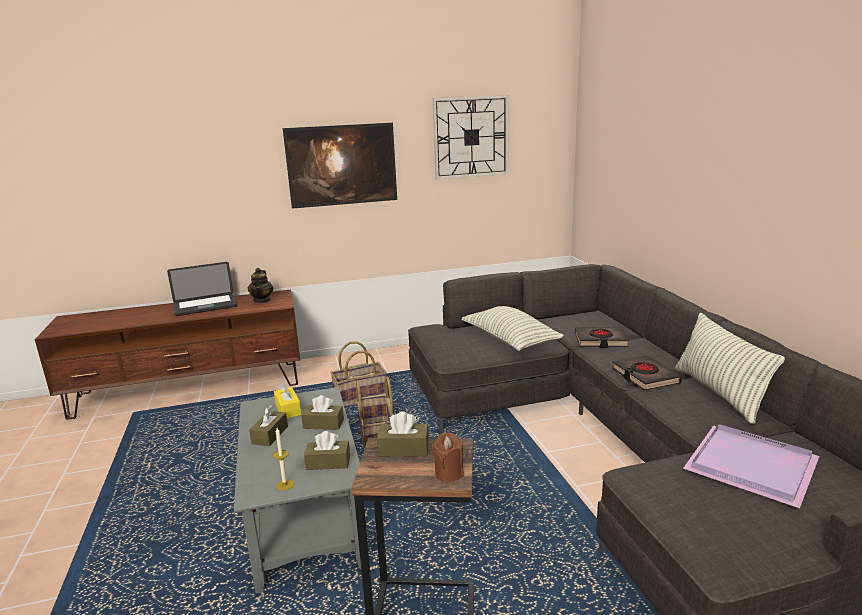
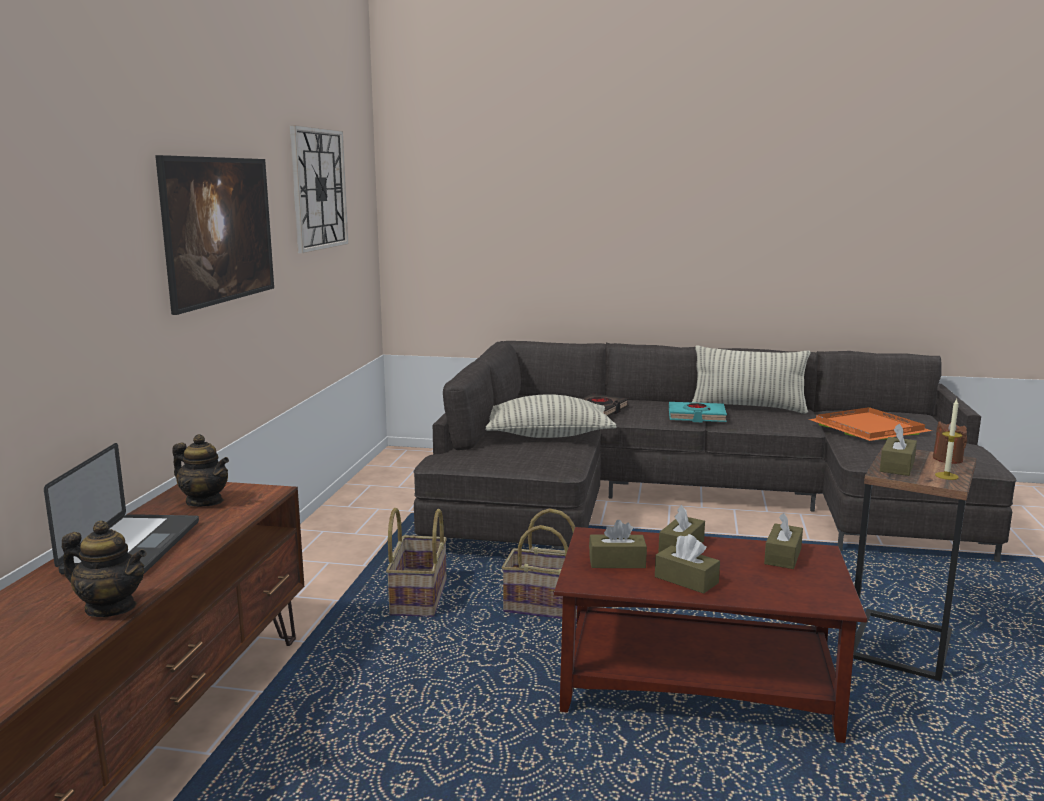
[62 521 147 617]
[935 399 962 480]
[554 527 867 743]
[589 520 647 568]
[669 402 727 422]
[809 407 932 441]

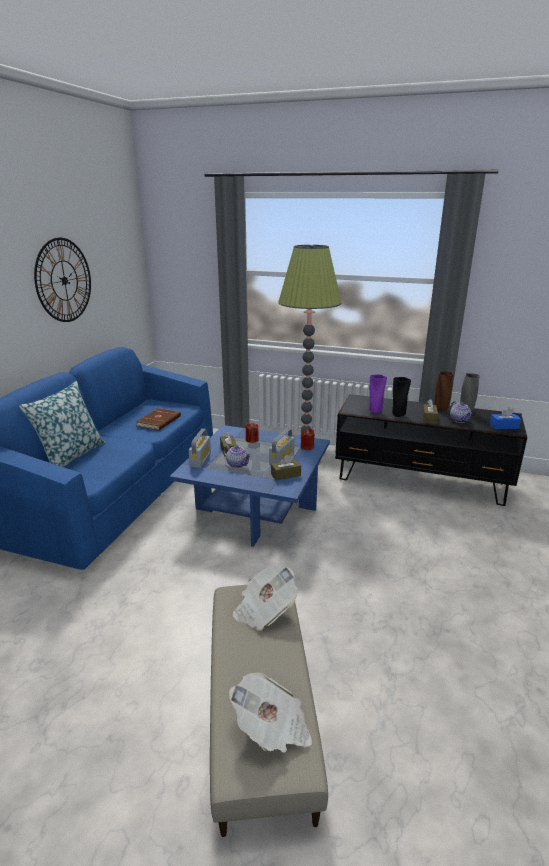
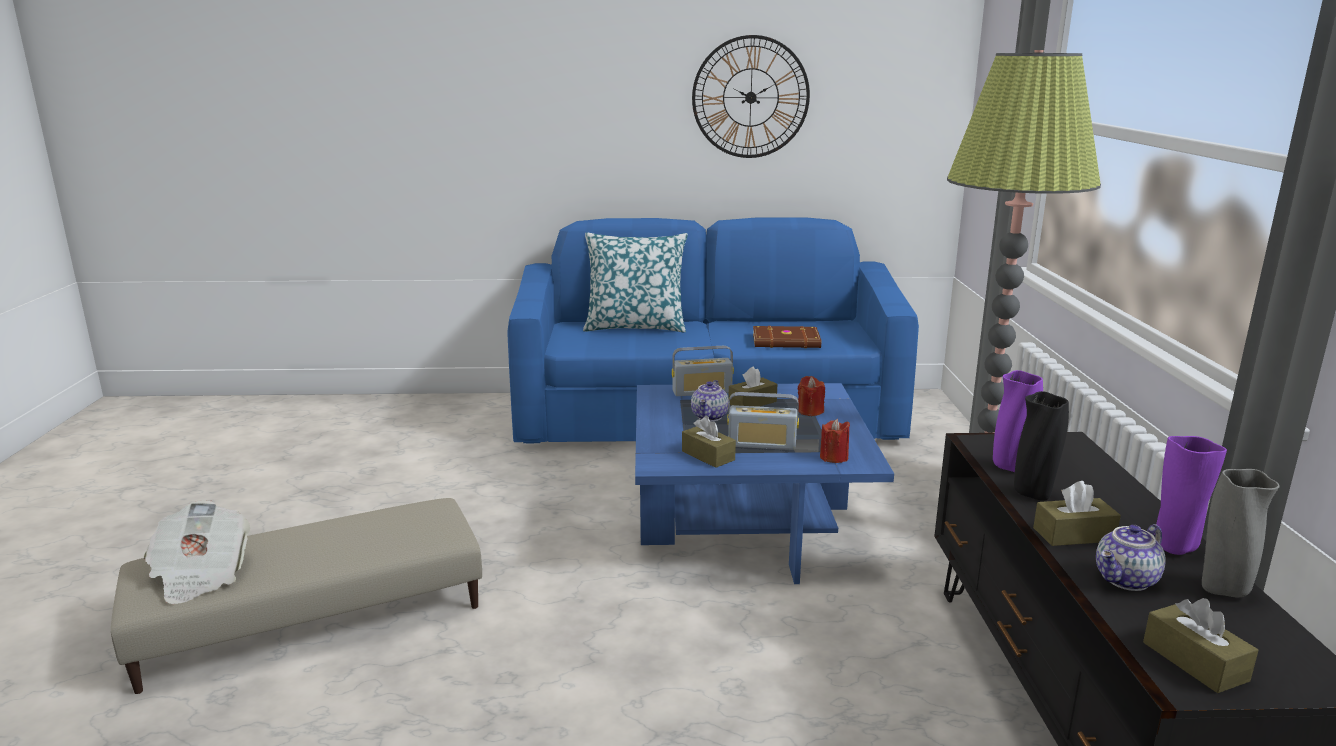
[233 565 298 631] (first image)
[1156 436 1227 555]
[1143 598 1259 693]

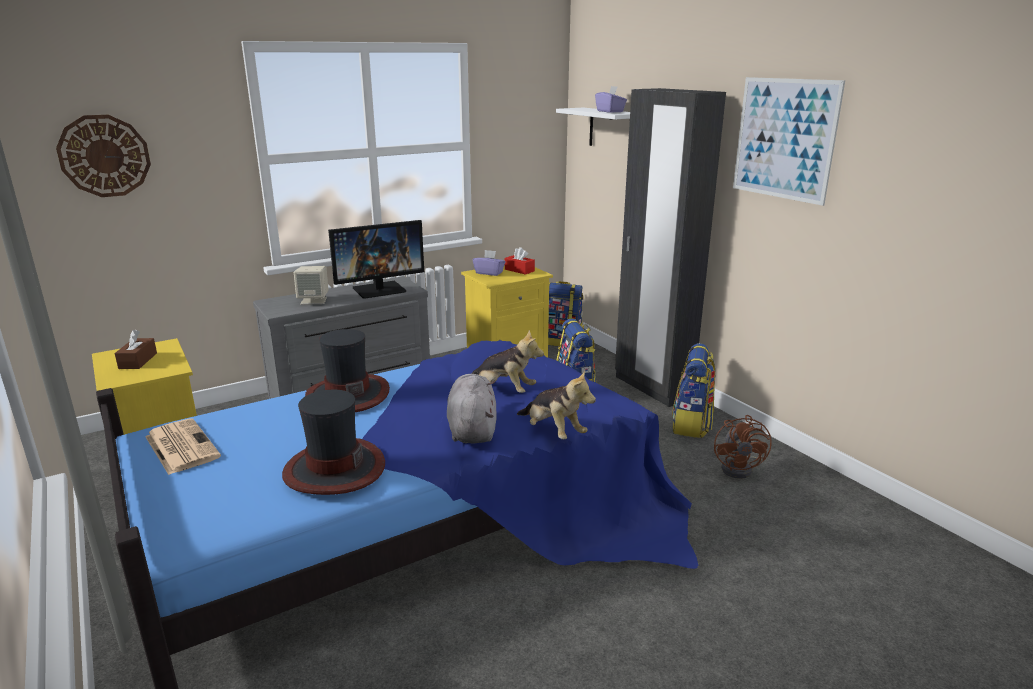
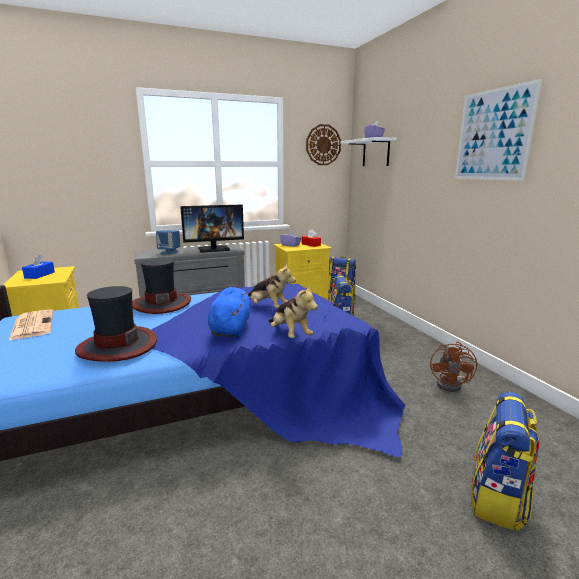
[615 88 726 407] (first image)
[306 124 341 165]
[471 392 539 531]
[22 254 55 279]
[156 230 180 254]
[208 287 251 337]

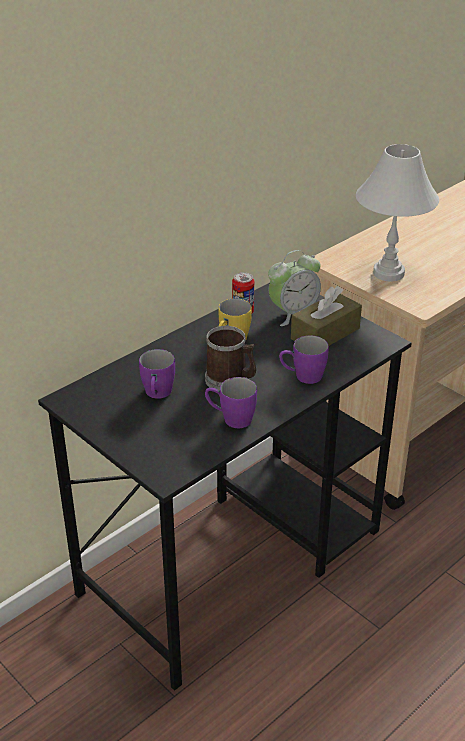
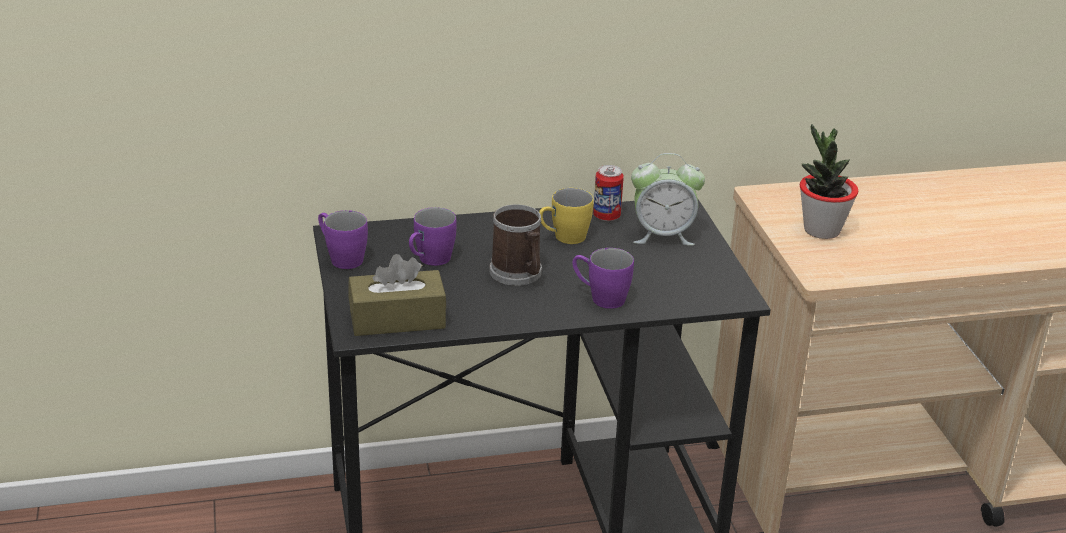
[318 210 368 269]
[348 254 446 336]
[800 124 859 239]

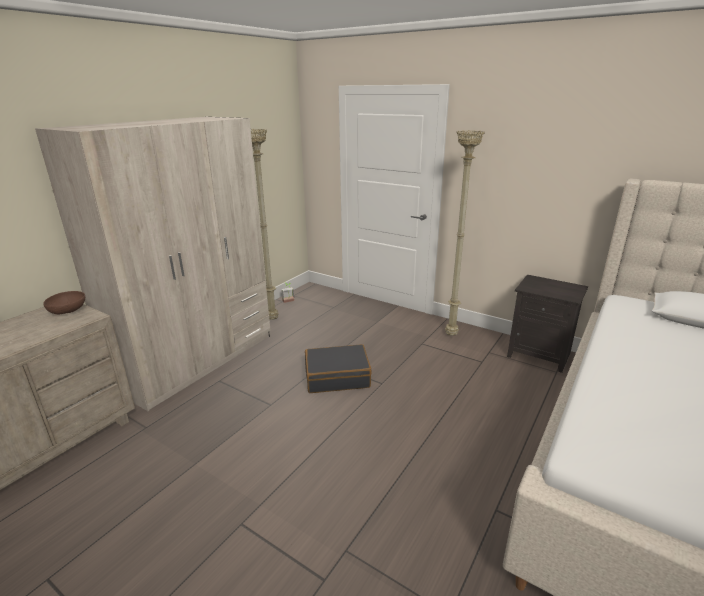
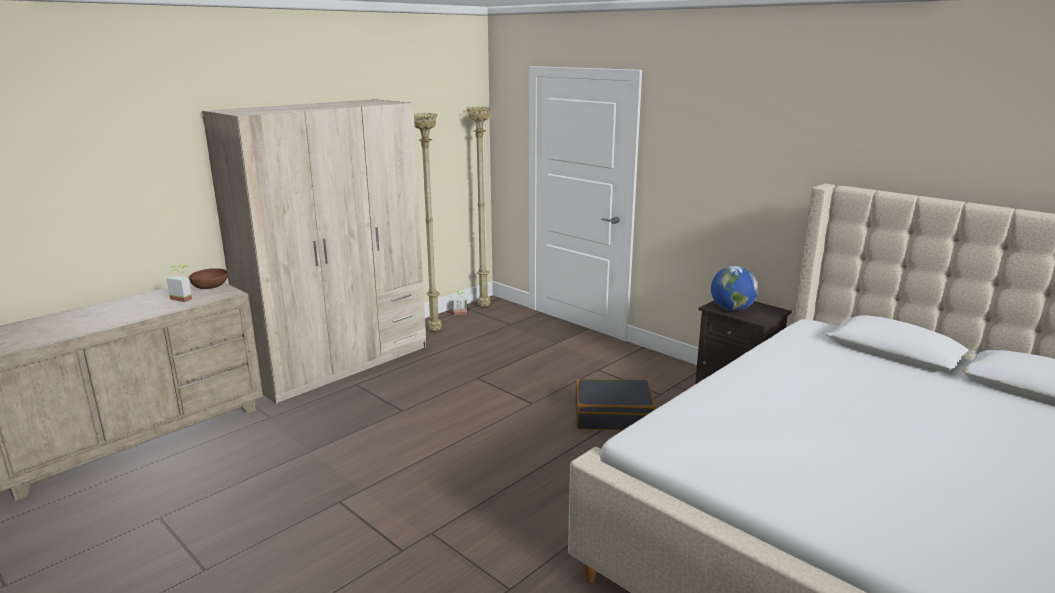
[166 265 192 302]
[711 266 758 311]
[575 379 656 430]
[467 106 491 307]

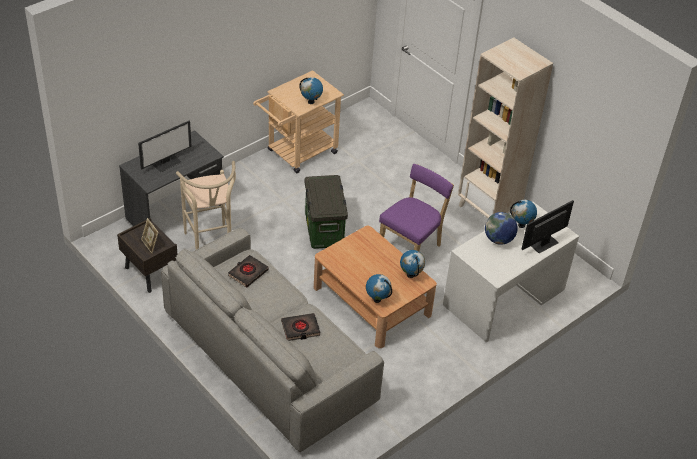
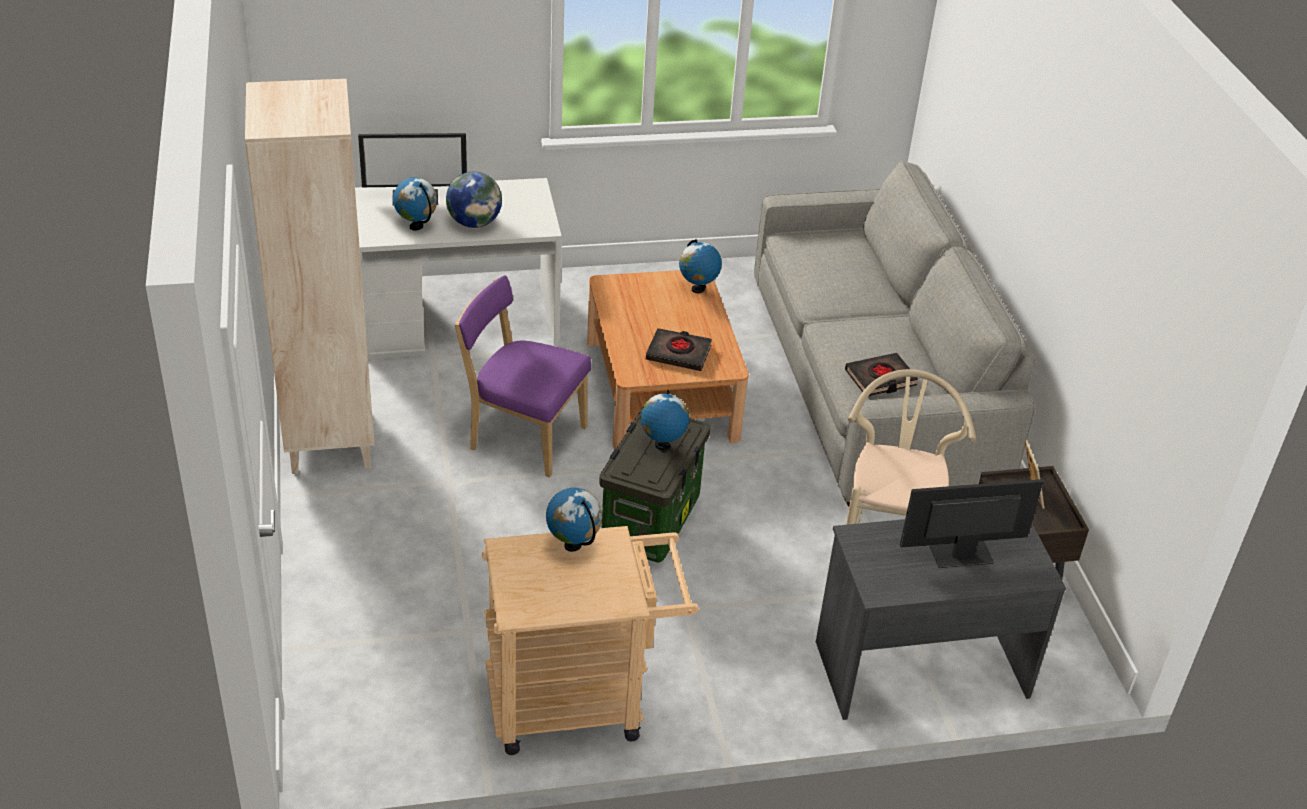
[646 328 712 371]
[641 390 689 450]
[455 275 591 478]

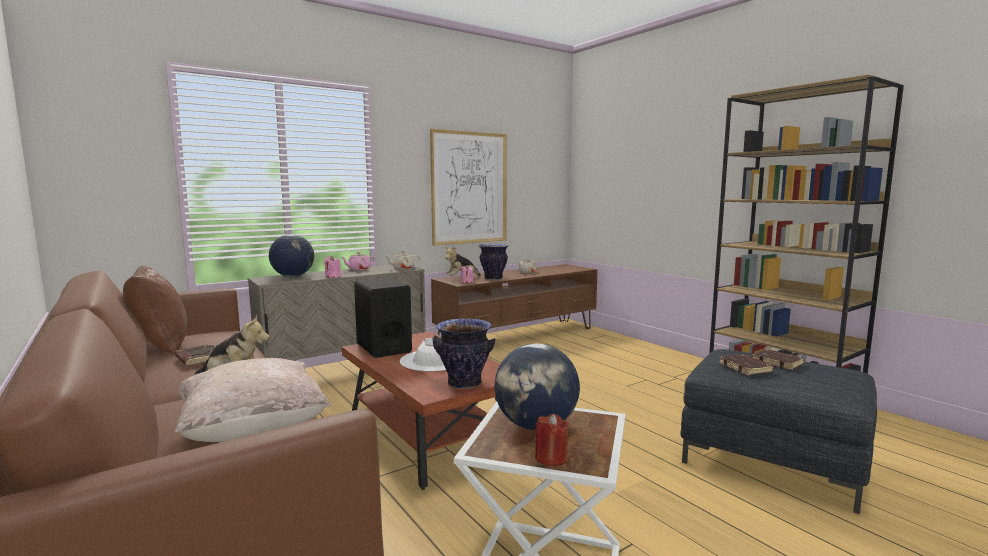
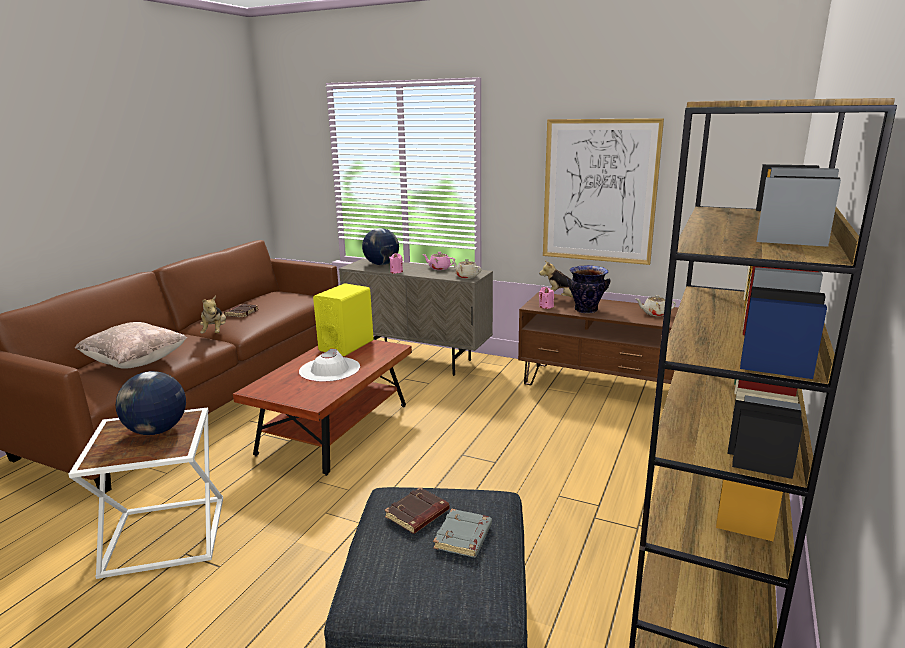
[123 266 187 354] (first image)
[433 318 496 389] (first image)
[535 414 569 466] (first image)
[313 283 374 356]
[433 509 492 557]

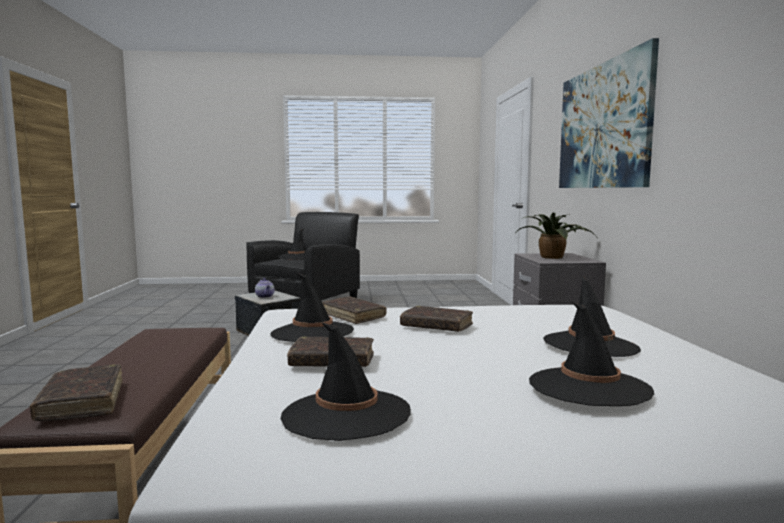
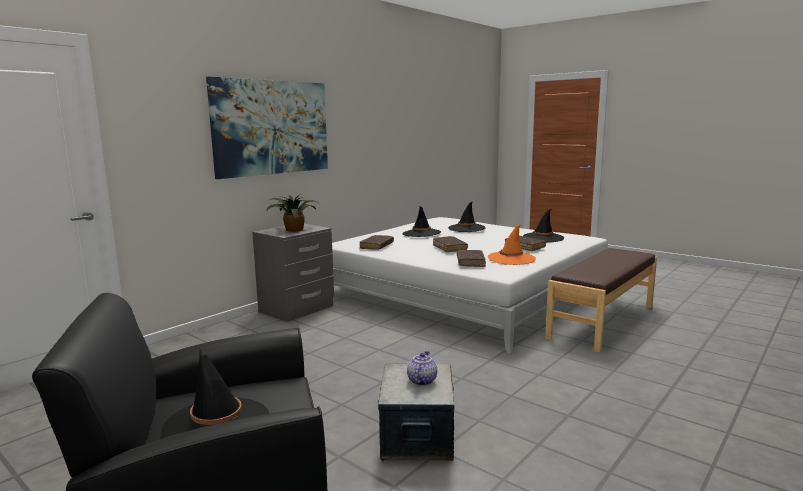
[359 235 394 250]
[488 224 536 265]

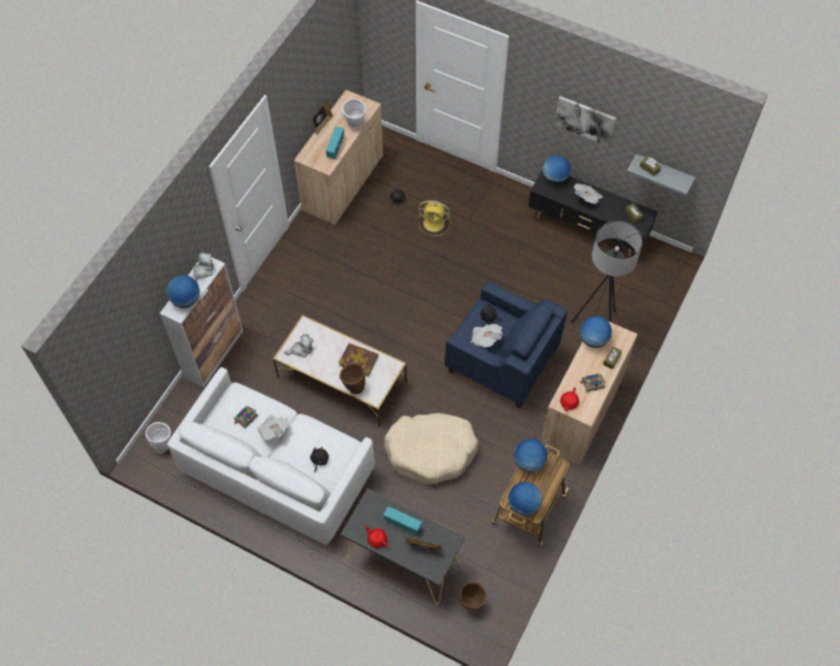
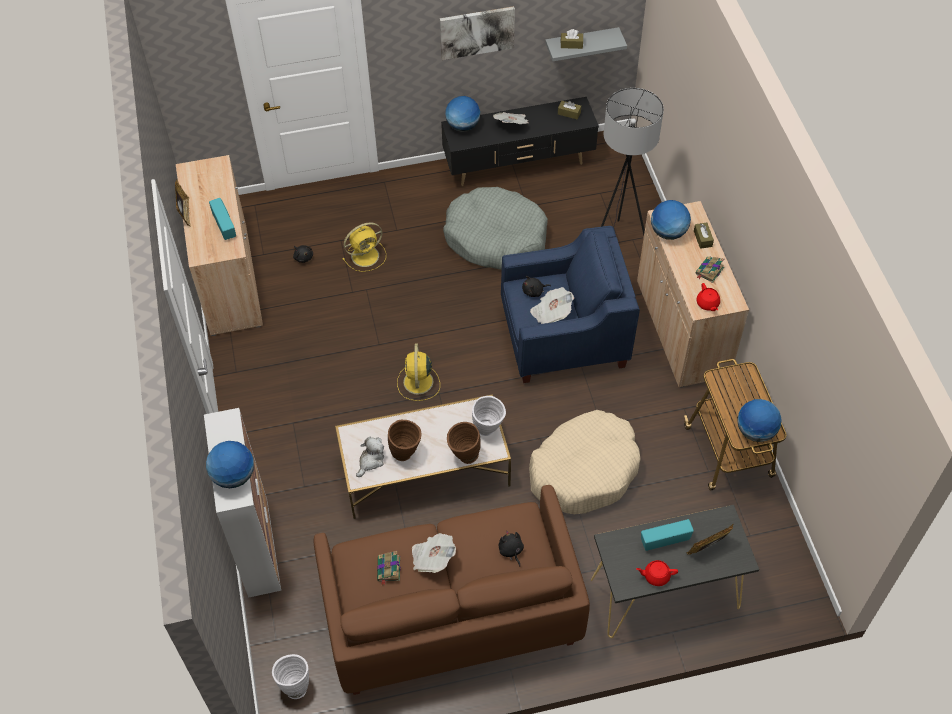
[193 252 214 281] (first image)
[338 343 378 377] (first image)
[514 439 547 472] (first image)
[397 344 440 401]
[443 187 548 270]
[472 396 506 436]
[388 420 421 461]
[314 485 590 695]

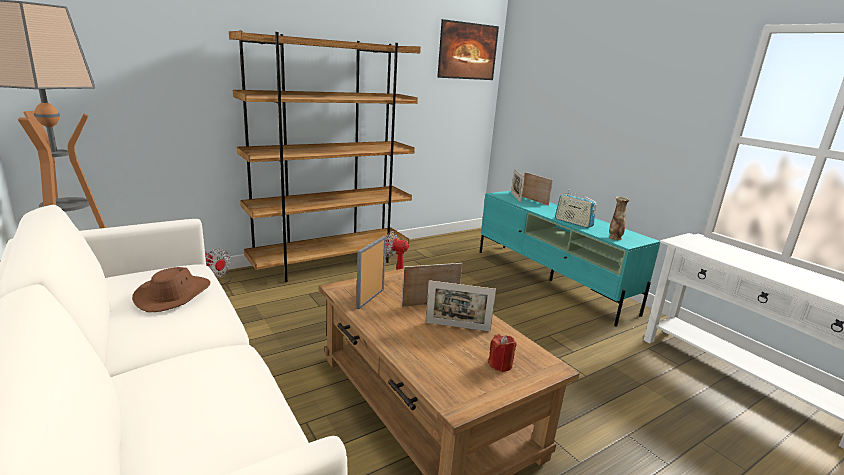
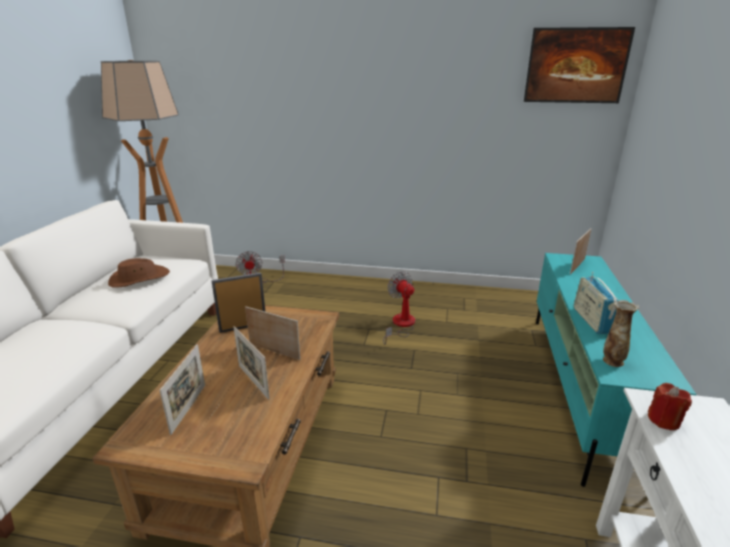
[229 30 421 282] (first image)
[648 383 692 430]
[160 344 205 435]

